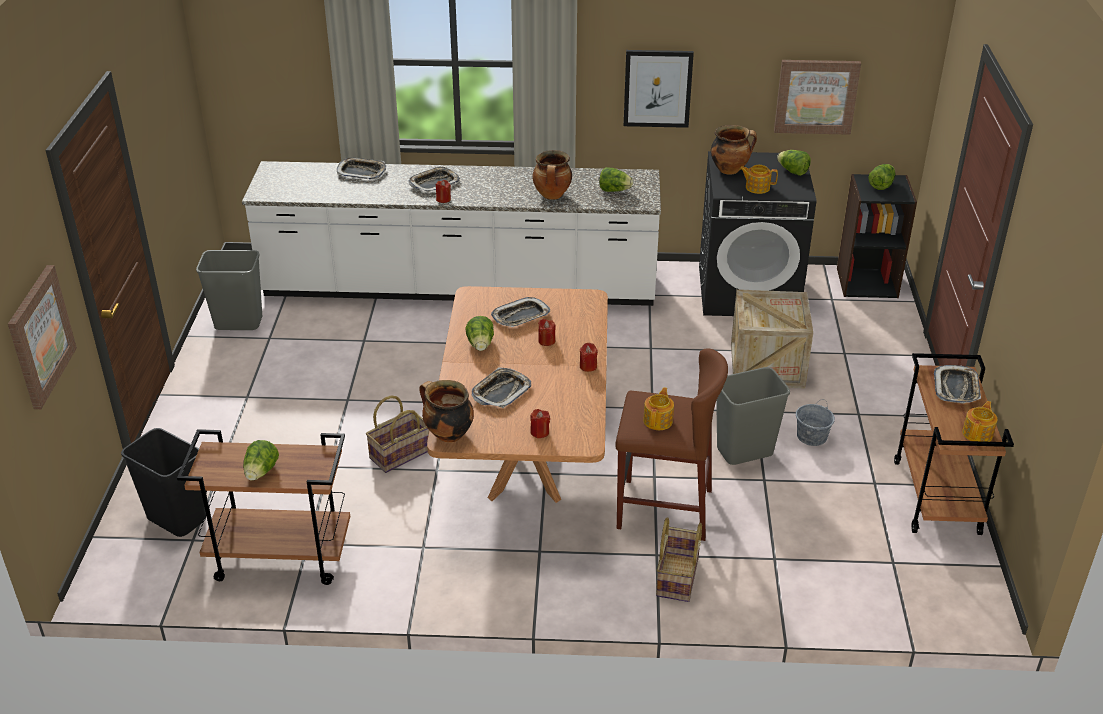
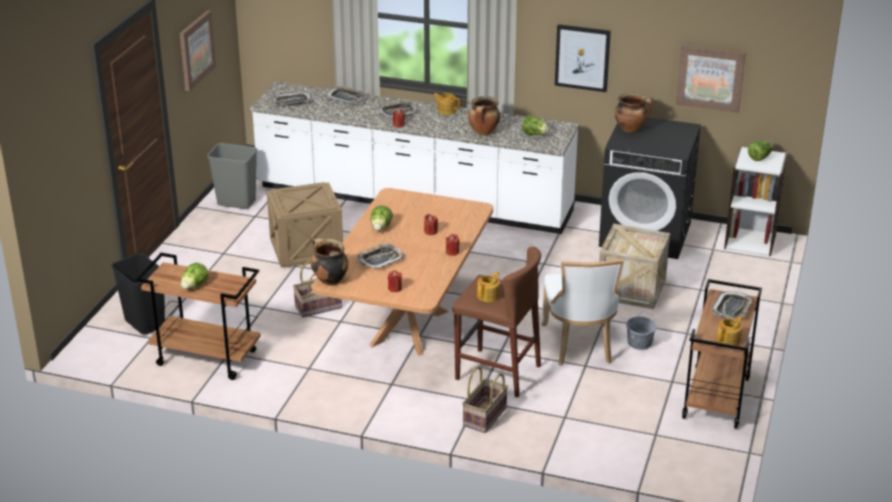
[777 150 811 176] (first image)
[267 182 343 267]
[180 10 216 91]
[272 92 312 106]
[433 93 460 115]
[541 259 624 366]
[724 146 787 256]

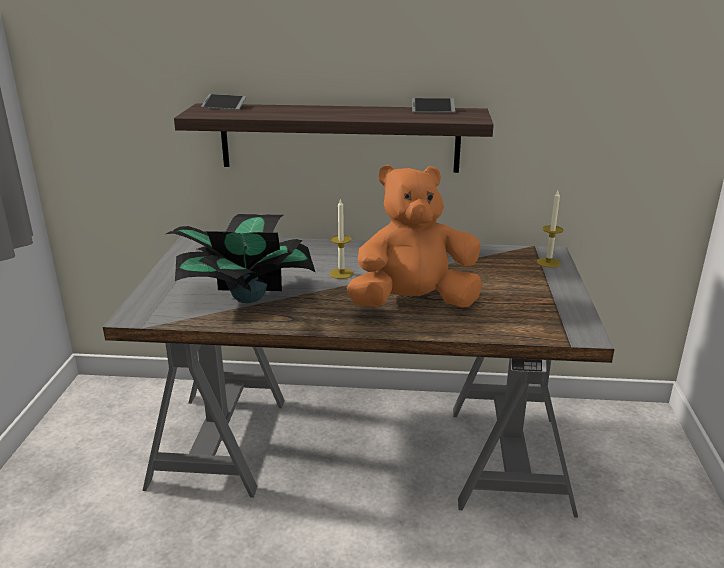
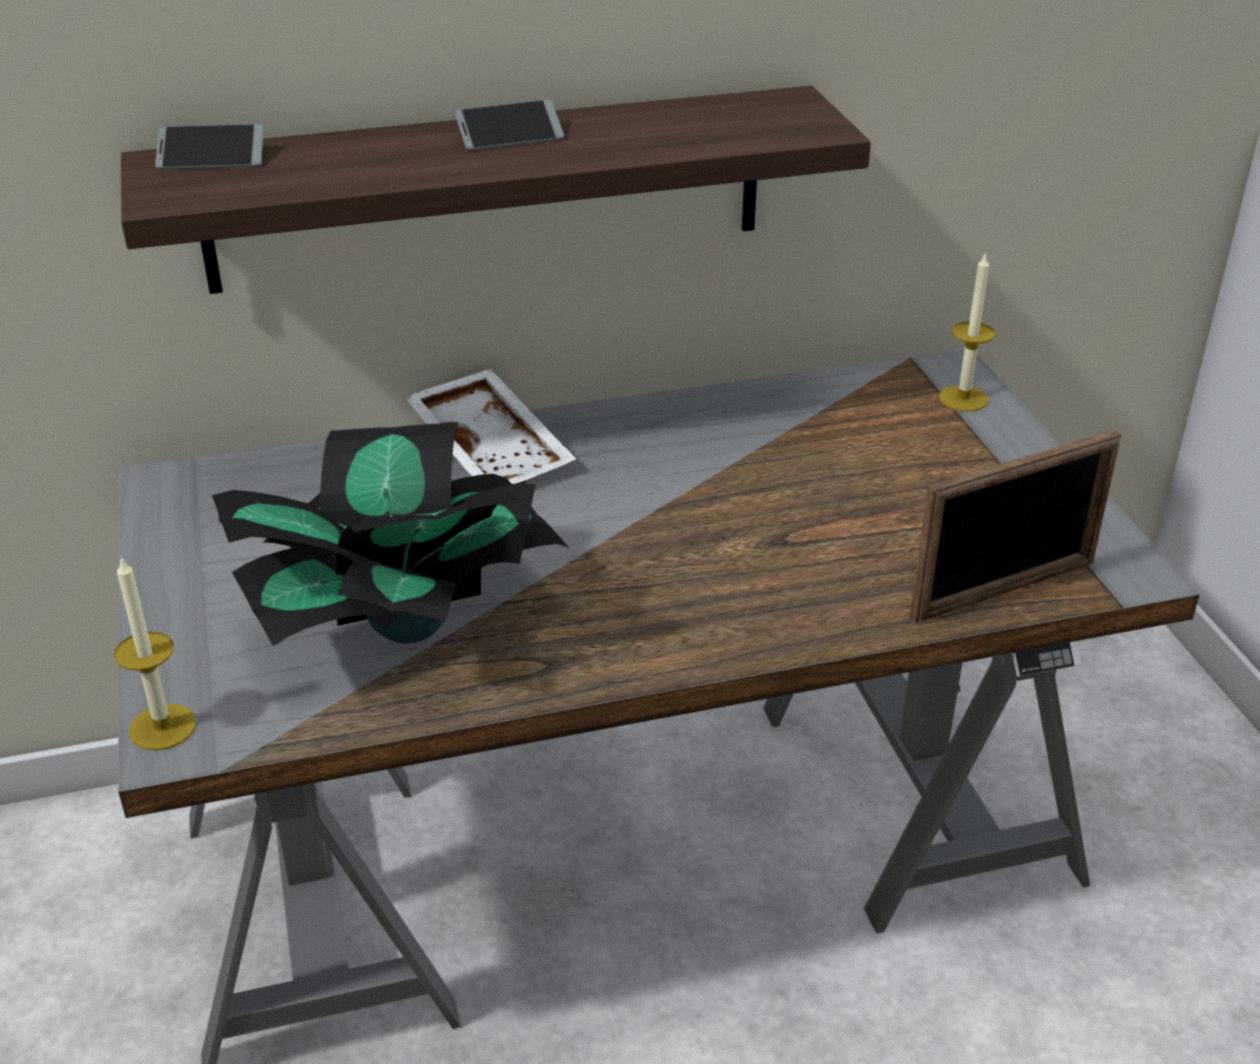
[346 165 482 307] (first image)
[405 369 576 484]
[910 430 1121 623]
[114 556 196 751]
[455 100 564 150]

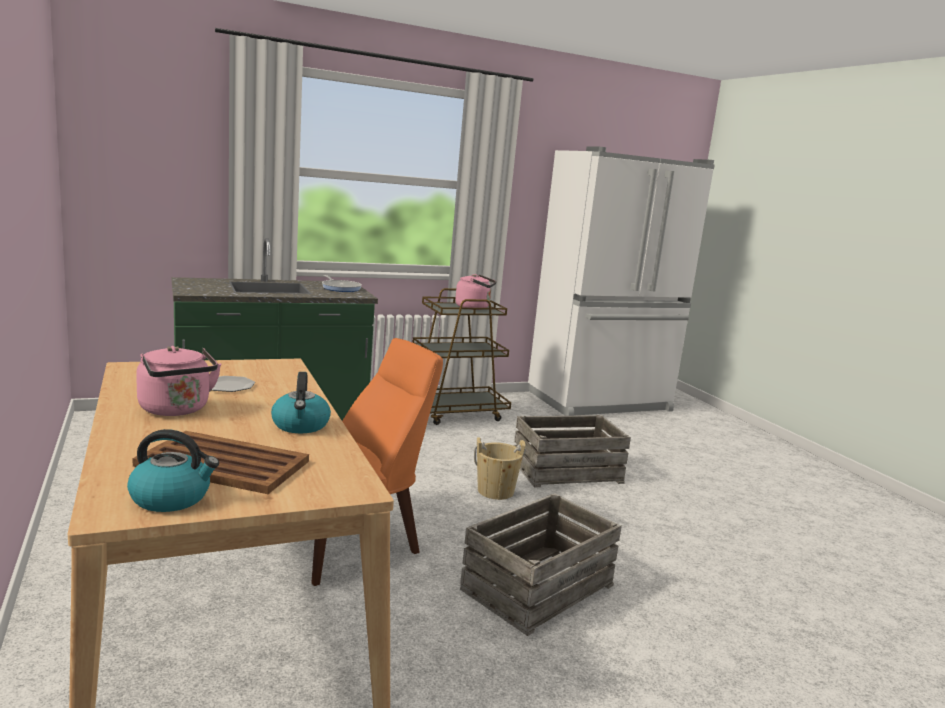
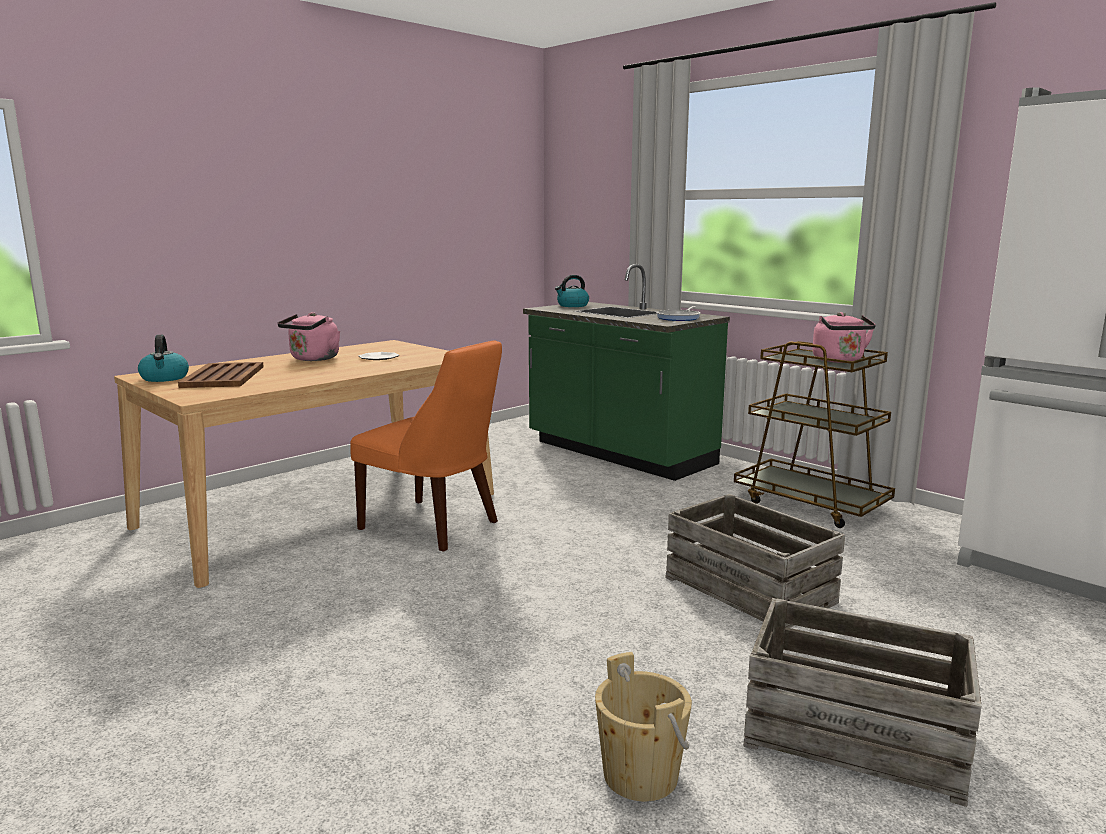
[555 275 589 307]
[744 598 981 807]
[595 652 692 801]

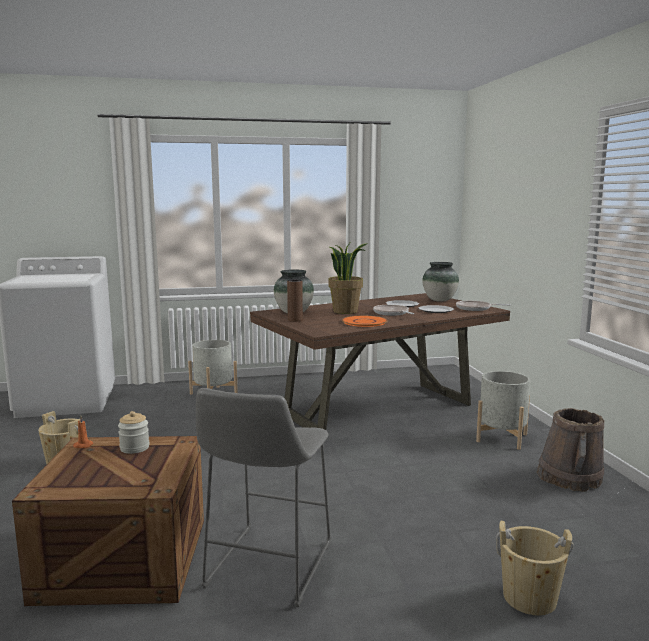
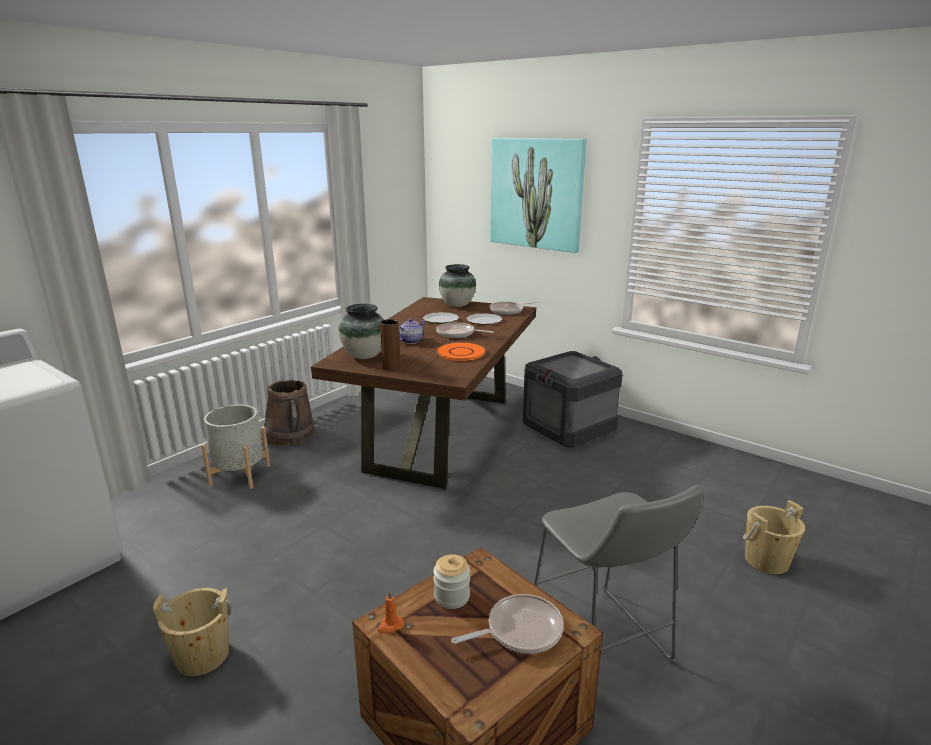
[451 594 564 654]
[490 138 587 253]
[264 380 314 446]
[399 319 426 344]
[523 351 623 448]

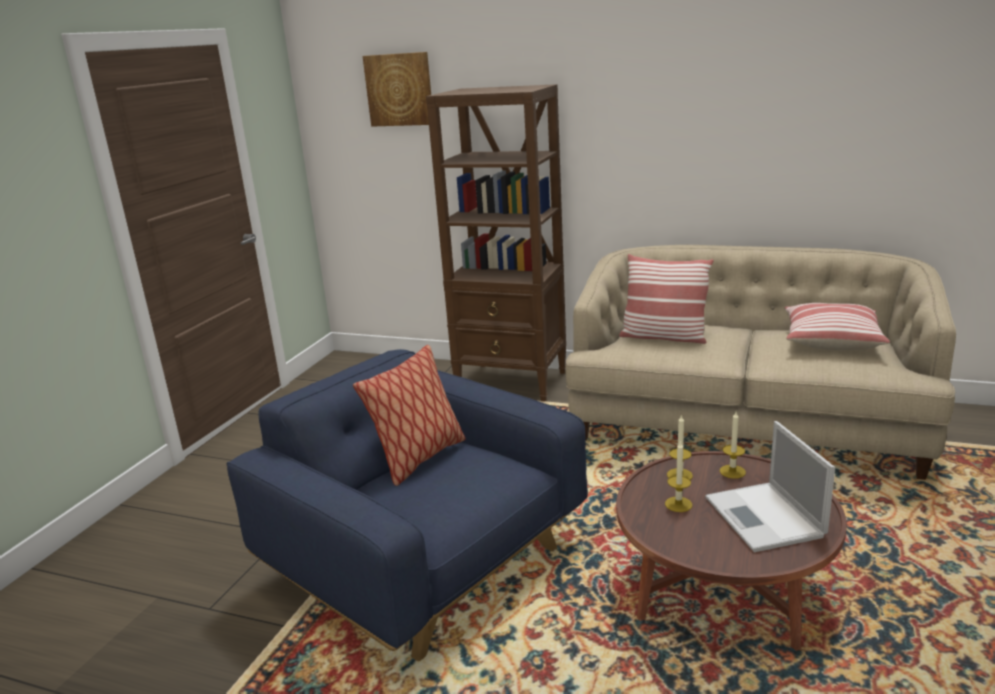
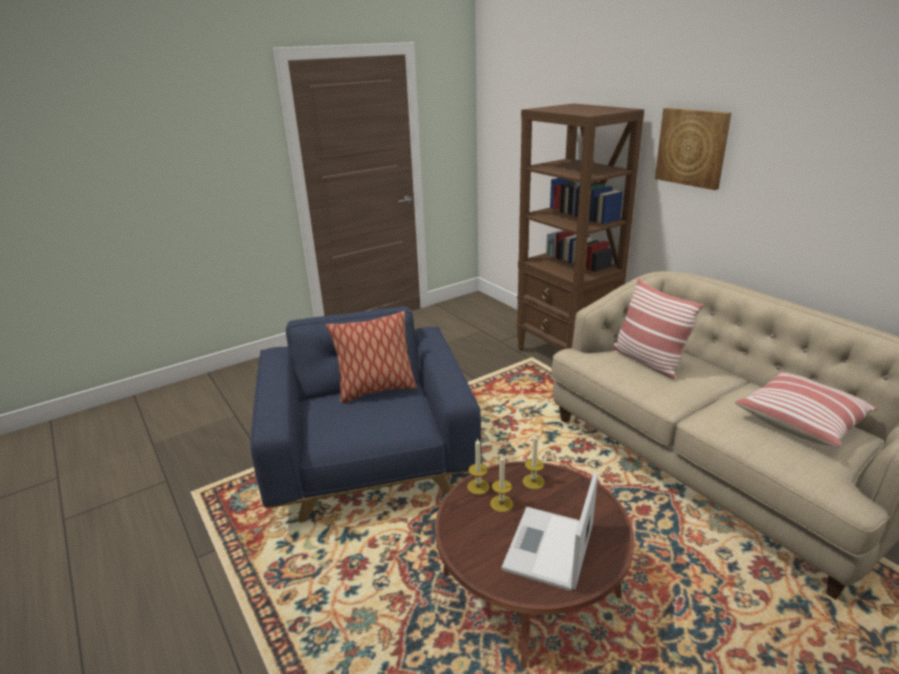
[655 108 731 190]
[467 439 490 495]

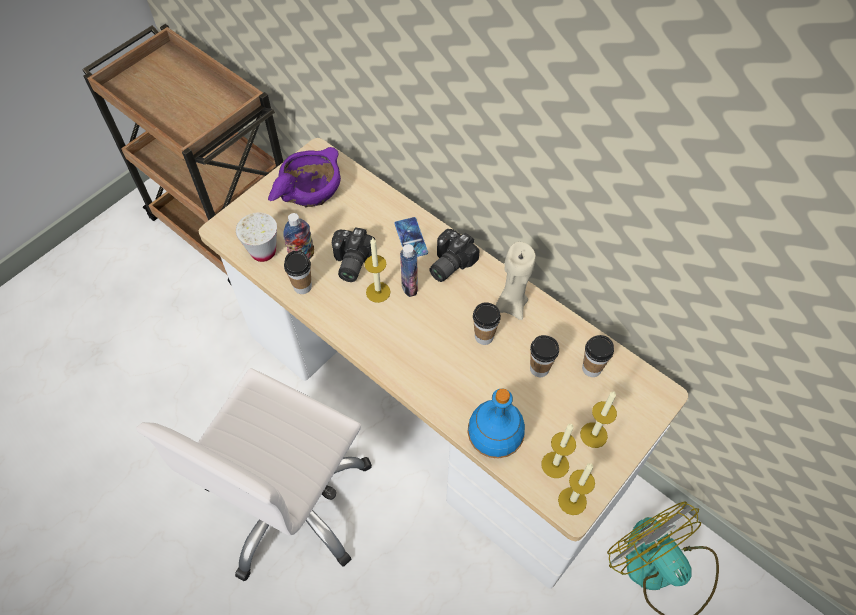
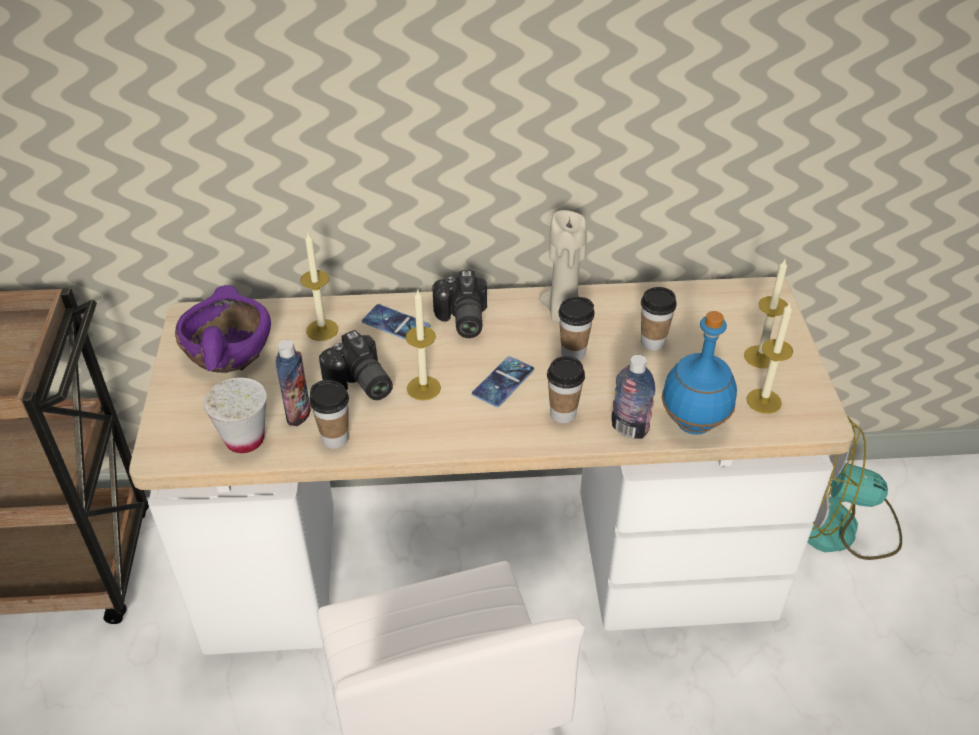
[472 356 534 407]
[612 355 655 439]
[300 233 338 341]
[547 356 585 423]

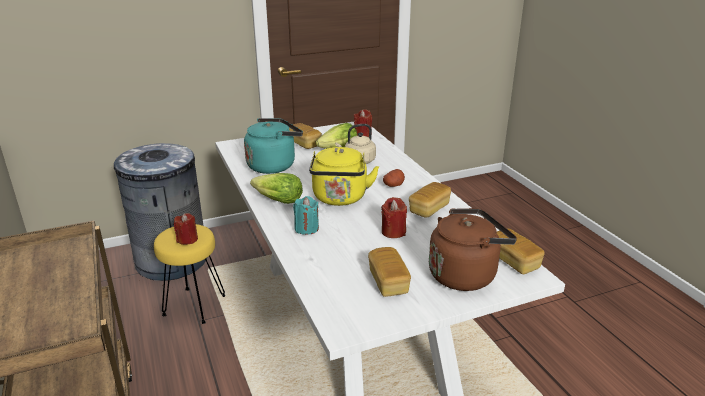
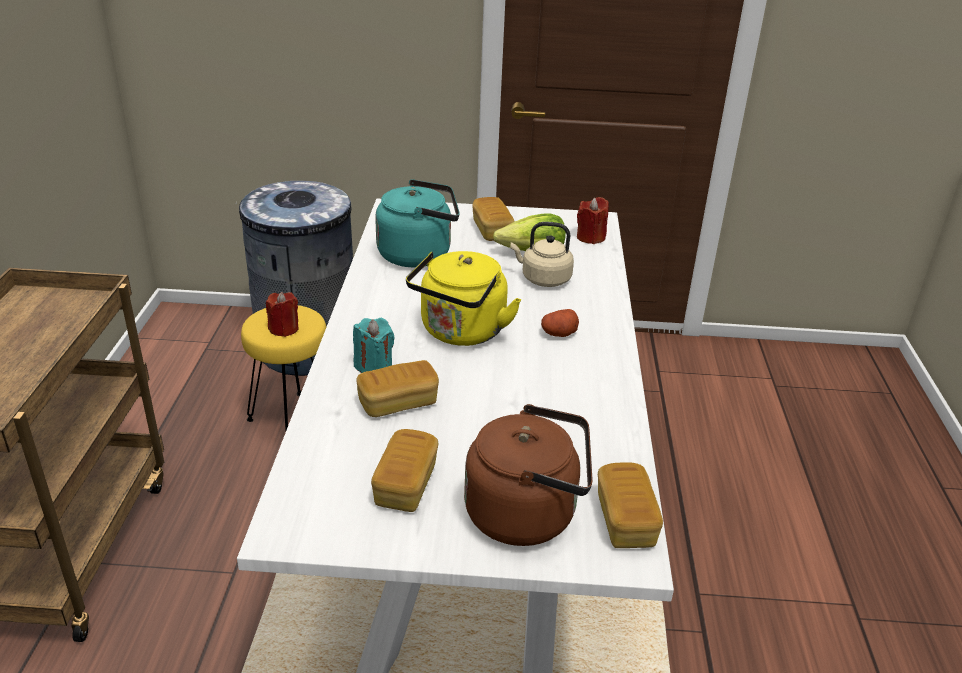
[250 173 303 204] (first image)
[381 197 407 238] (first image)
[356 360 439 417]

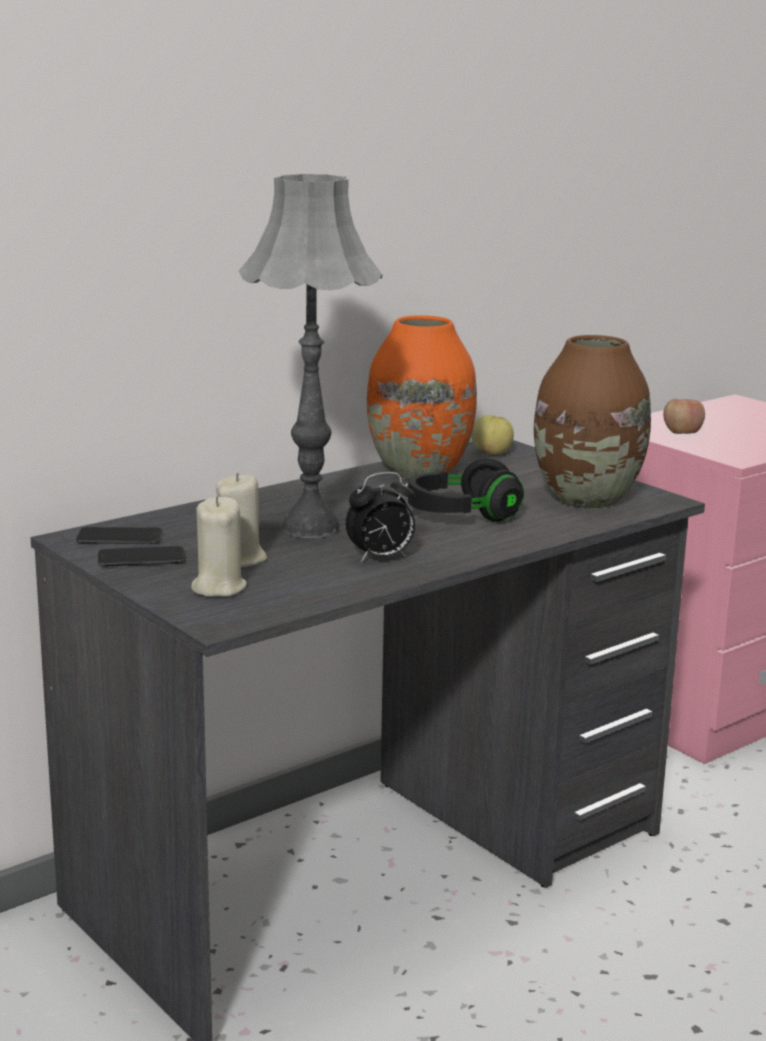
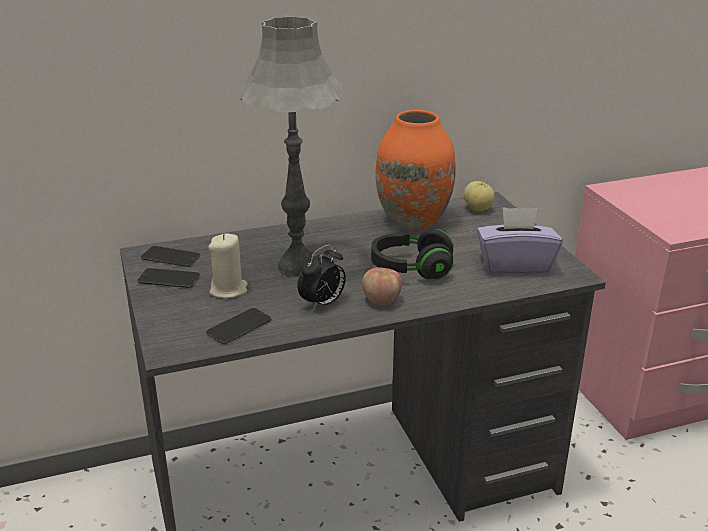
[191 497 247 597] (first image)
[206 308 271 344]
[362 268 402 305]
[477 207 563 274]
[298 245 346 311]

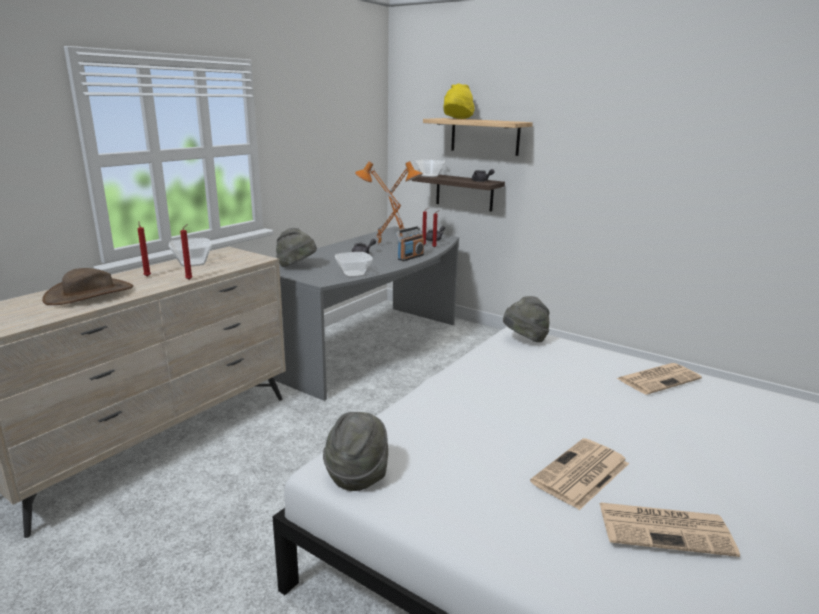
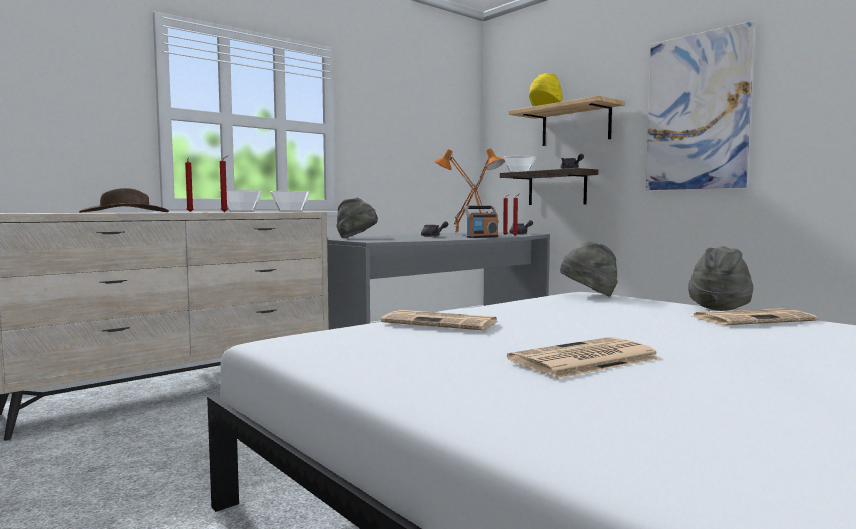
[646 21 755 190]
[688 246 753 311]
[270 191 310 212]
[381 310 498 330]

